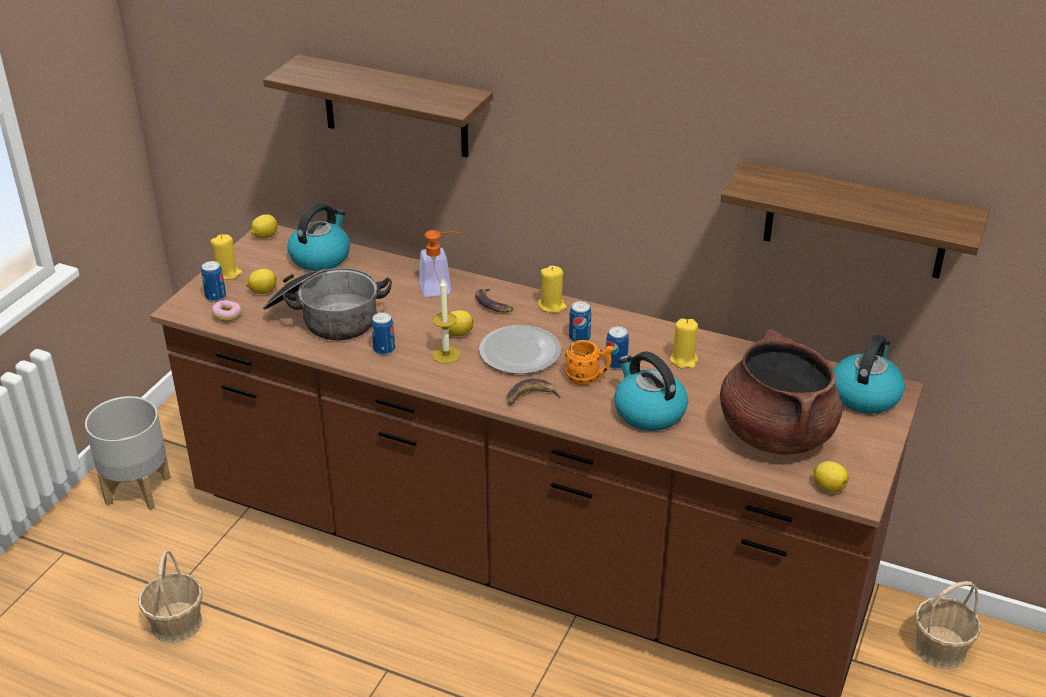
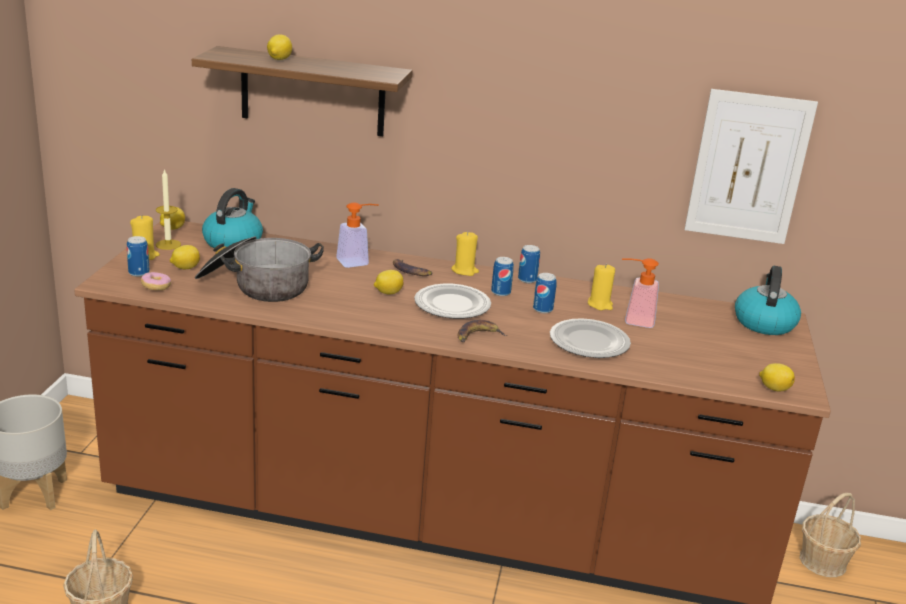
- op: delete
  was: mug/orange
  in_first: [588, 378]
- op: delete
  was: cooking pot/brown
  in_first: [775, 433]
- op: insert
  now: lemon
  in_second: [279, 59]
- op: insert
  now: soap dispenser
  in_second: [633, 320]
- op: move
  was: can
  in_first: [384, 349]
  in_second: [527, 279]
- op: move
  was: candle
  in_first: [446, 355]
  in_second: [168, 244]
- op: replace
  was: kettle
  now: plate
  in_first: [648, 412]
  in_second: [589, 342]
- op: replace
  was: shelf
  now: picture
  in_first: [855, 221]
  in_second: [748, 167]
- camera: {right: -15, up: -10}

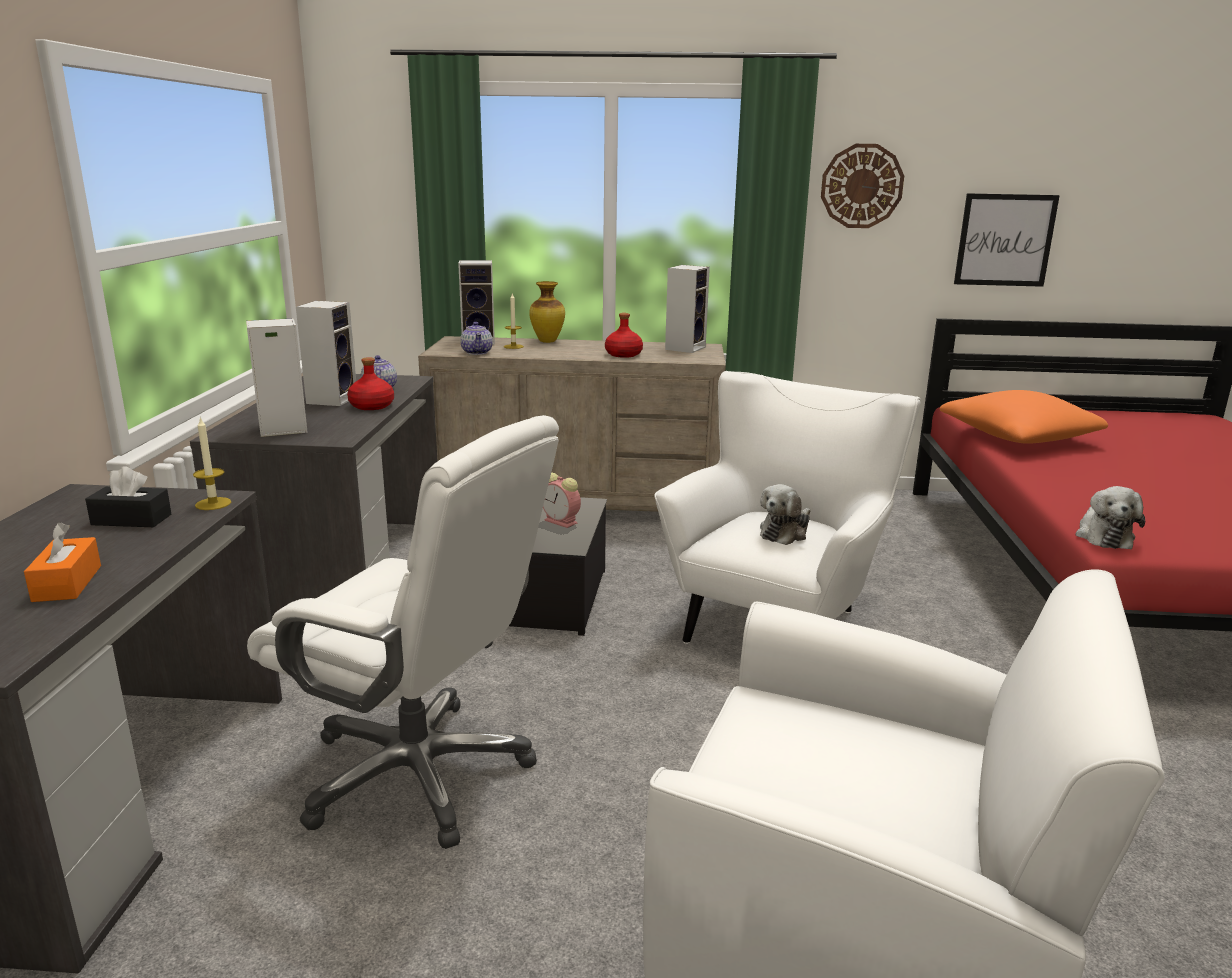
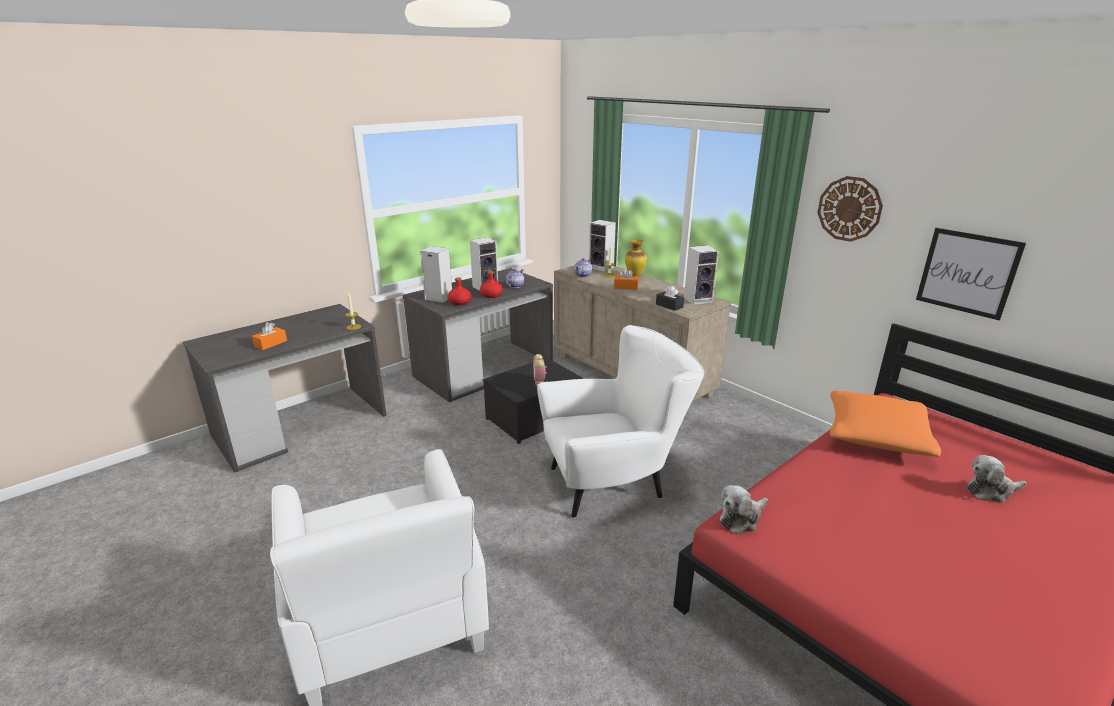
- op: delete
  was: office chair/white
  in_first: [419, 773]
- op: insert
  now: tissue box/orange
  in_second: [625, 287]
- op: move
  was: tissue box/black
  in_first: [131, 519]
  in_second: [669, 306]
- op: move
  was: bottle/red
  in_first: [623, 354]
  in_second: [460, 302]
- op: move
  was: plush toy
  in_first: [785, 532]
  in_second: [991, 491]
- camera: {right: 45, up: 5}

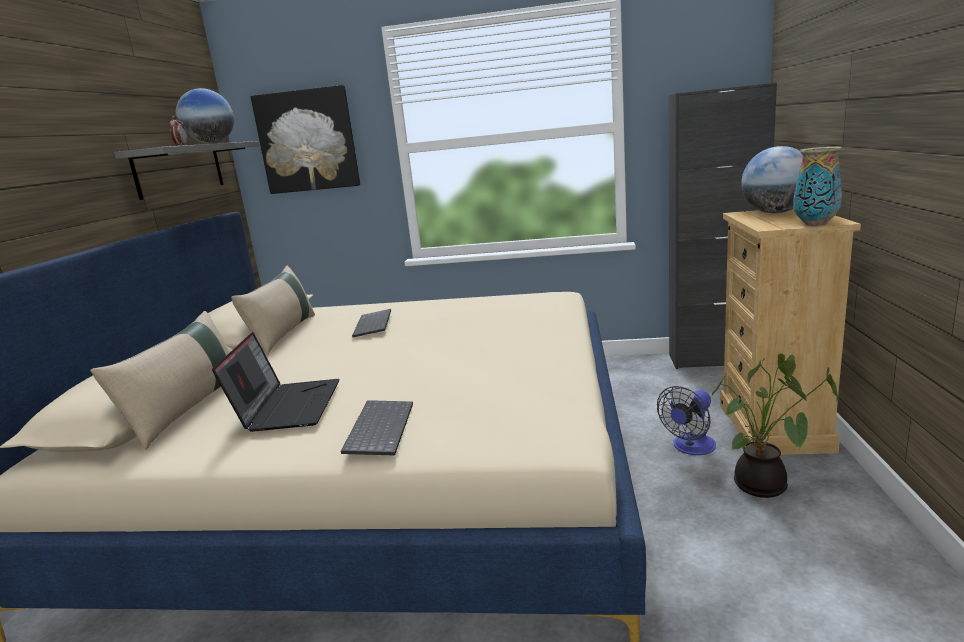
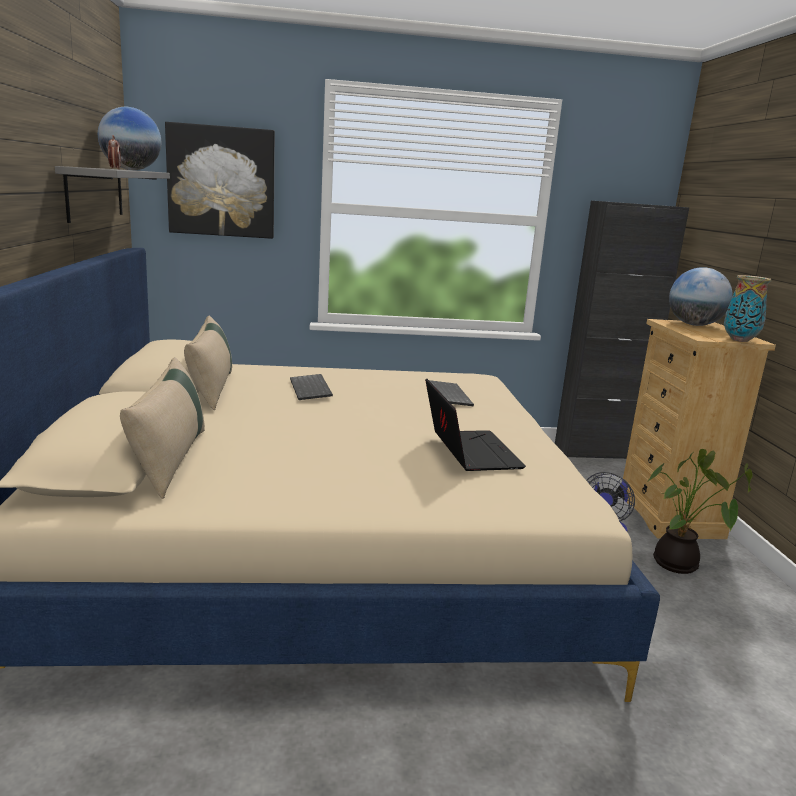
- op: move
  was: laptop
  in_first: [288, 406]
  in_second: [468, 451]
- op: move
  was: keyboard
  in_first: [378, 428]
  in_second: [447, 394]
- camera: {right: -15, up: 0}

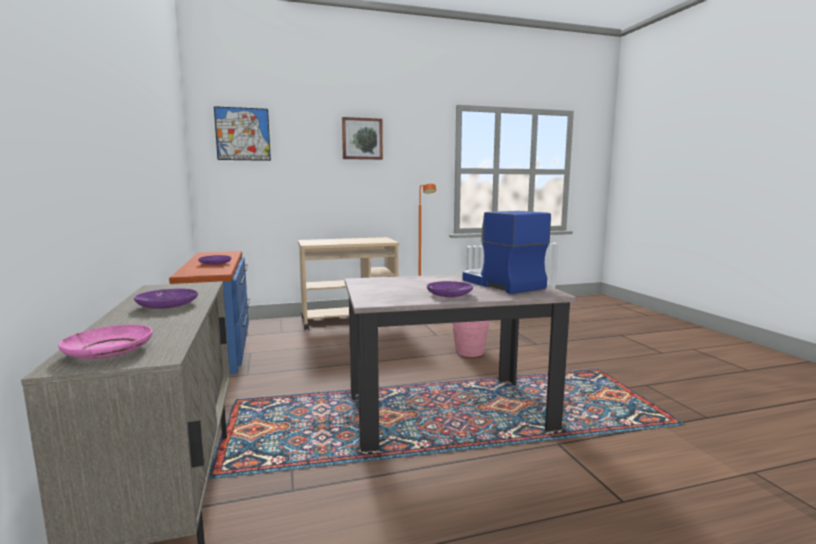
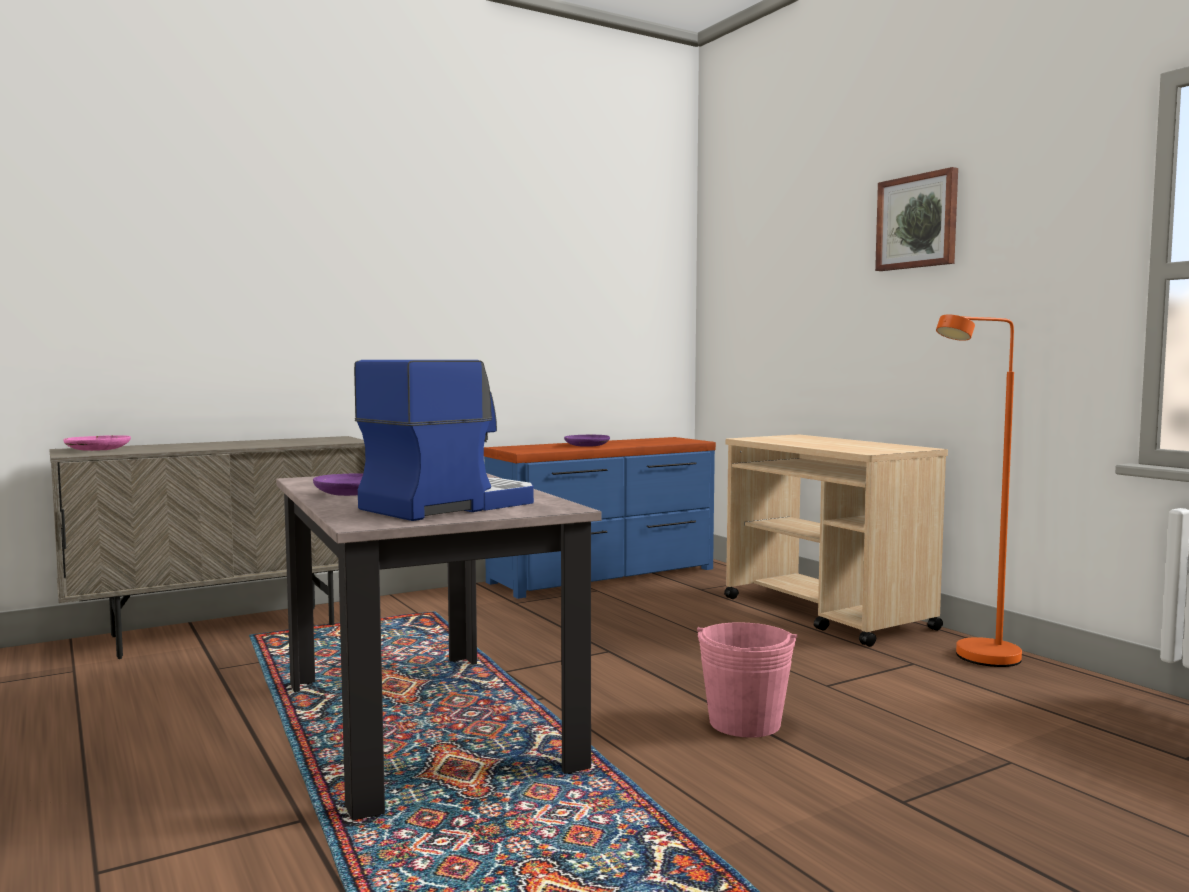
- op: delete
  was: plate/purple
  in_first: [167, 305]
- op: delete
  was: picture
  in_first: [243, 134]
- camera: {right: 75, up: -5}

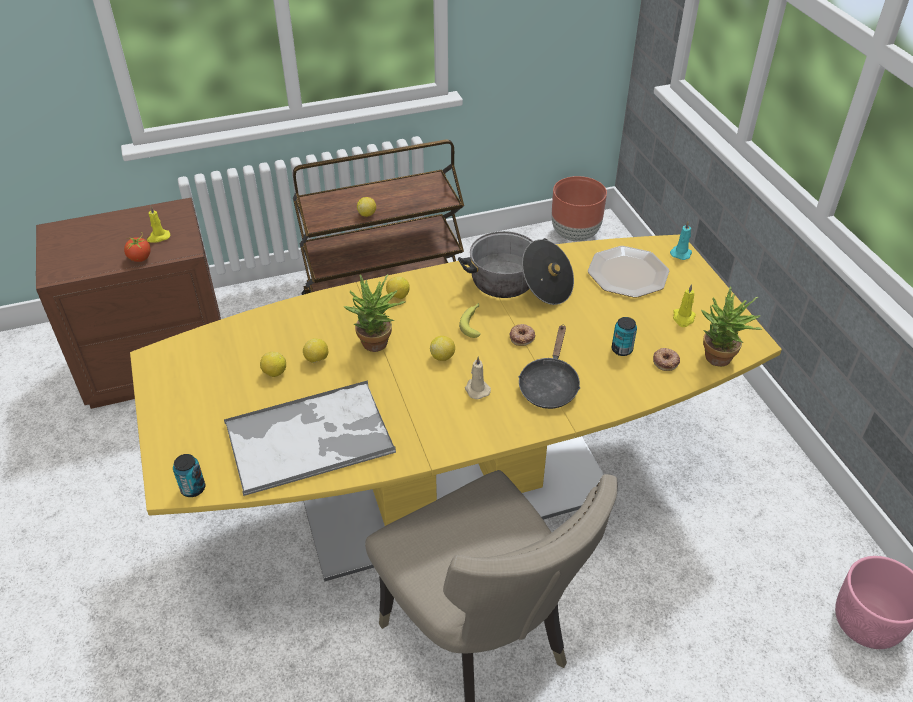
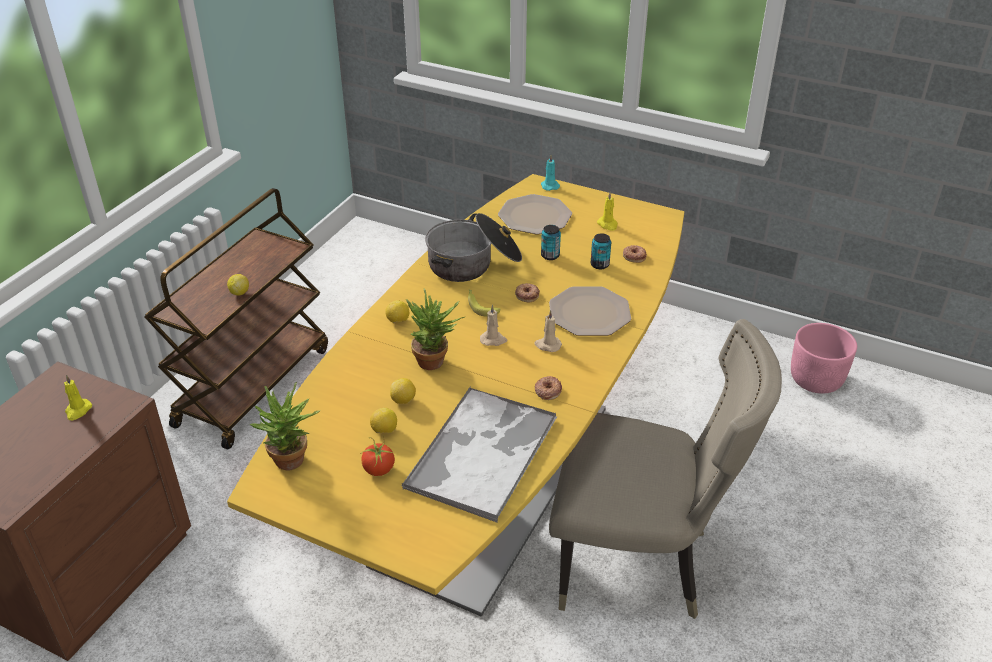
- op: delete
  was: planter/brown
  in_first: [575, 234]
- op: insert
  now: donut
  in_second: [547, 390]
- op: move
  was: tomato
  in_first: [140, 258]
  in_second: [378, 469]
- op: move
  was: can
  in_first: [193, 488]
  in_second: [550, 255]
- op: move
  was: potted plant
  in_first: [718, 361]
  in_second: [292, 464]
- op: replace
  was: lemon
  now: candle/beige
  in_first: [443, 357]
  in_second: [493, 340]
- op: replace
  was: frying pan/black
  now: plate
  in_first: [549, 385]
  in_second: [588, 313]
- camera: {right: -45, up: -5}

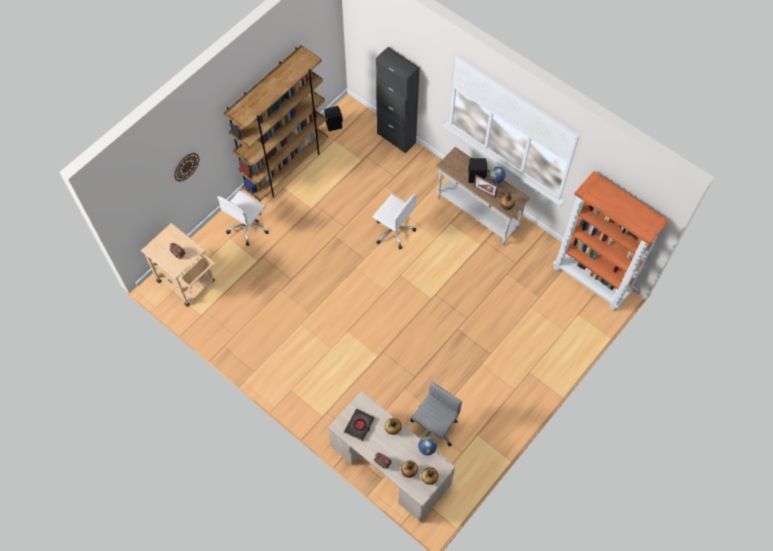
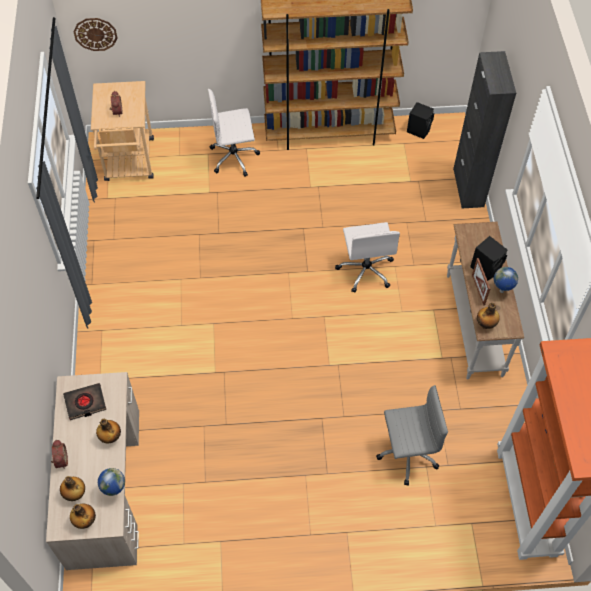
- op: move
  was: wall clock
  in_first: [186, 166]
  in_second: [95, 34]
- op: move
  was: office chair/grey
  in_first: [433, 428]
  in_second: [406, 453]
- camera: {right: 45, up: -5}

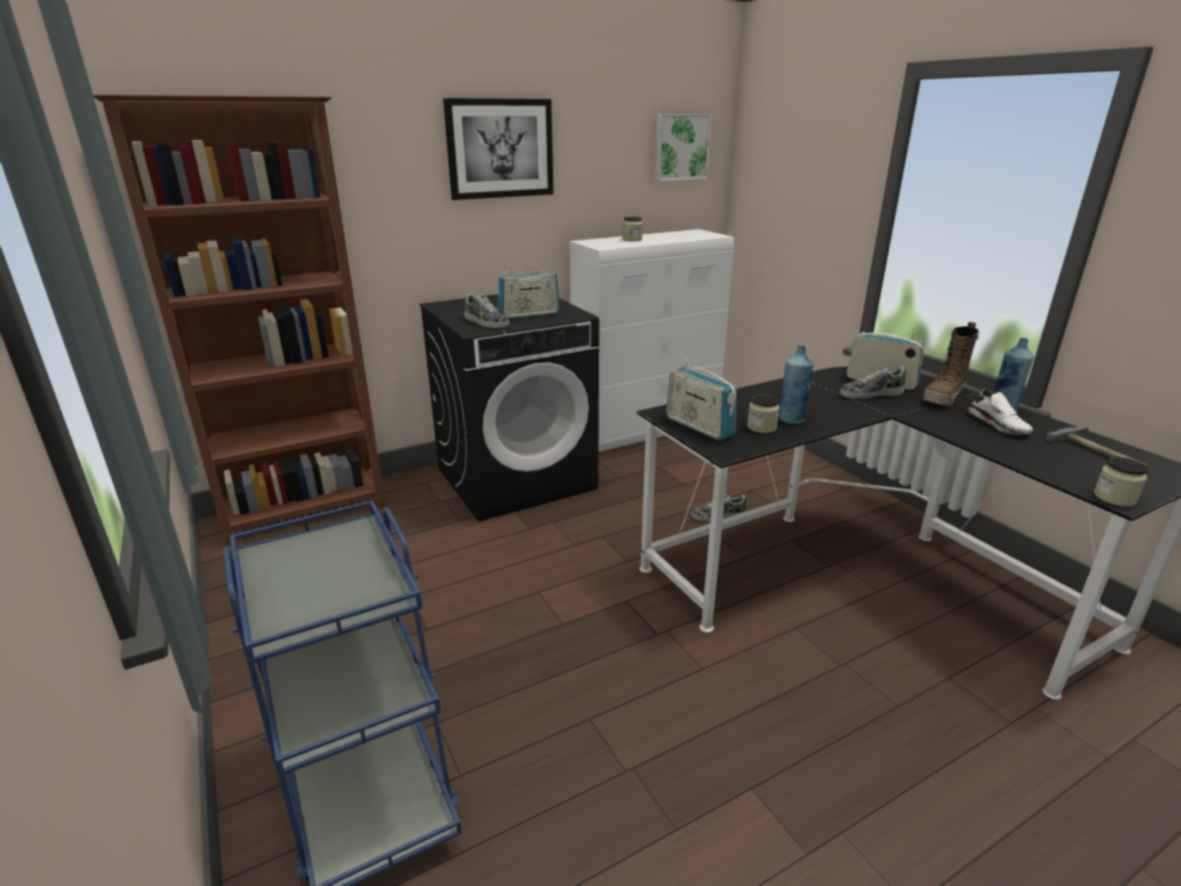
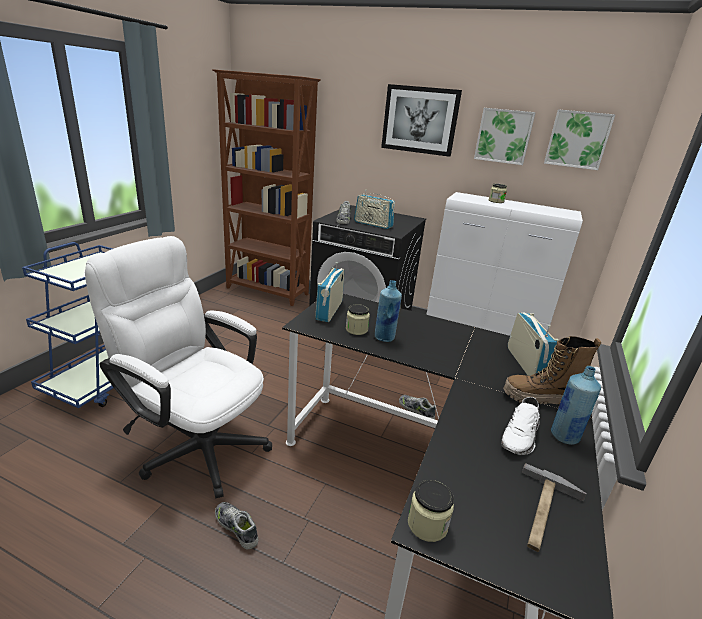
- op: insert
  now: office chair/white
  in_second: [196, 443]
- op: insert
  now: picture
  in_second: [503, 136]
- op: move
  was: shoe
  in_first: [870, 394]
  in_second: [237, 527]
- camera: {right: 50, up: 0}

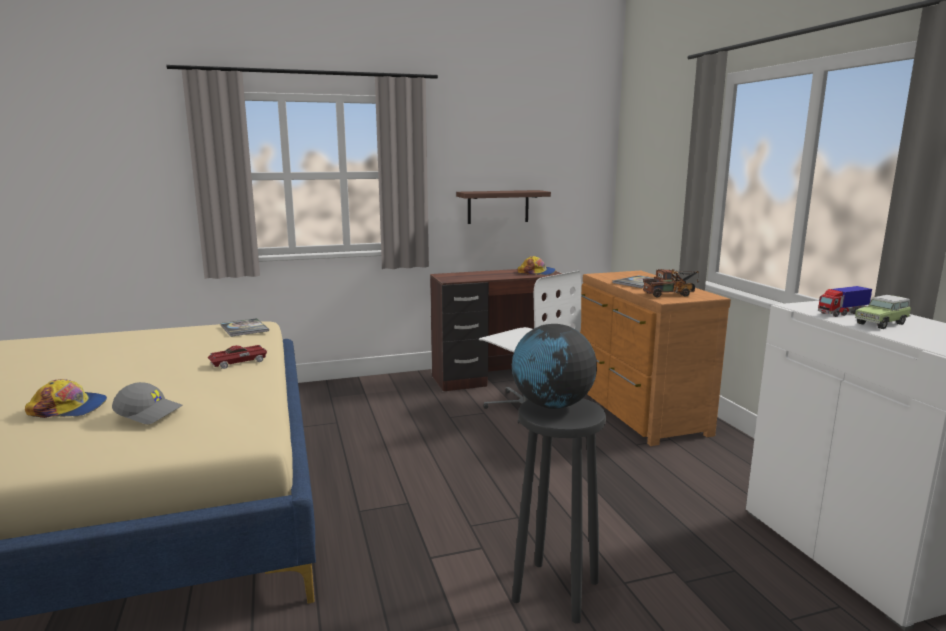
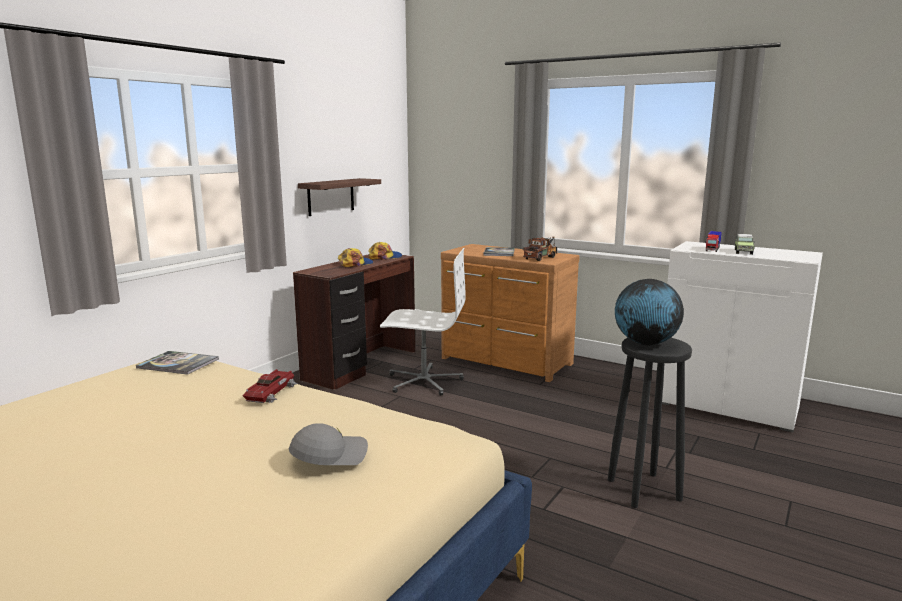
- op: move
  was: cap
  in_first: [69, 408]
  in_second: [355, 264]
- camera: {right: -40, up: 0}

